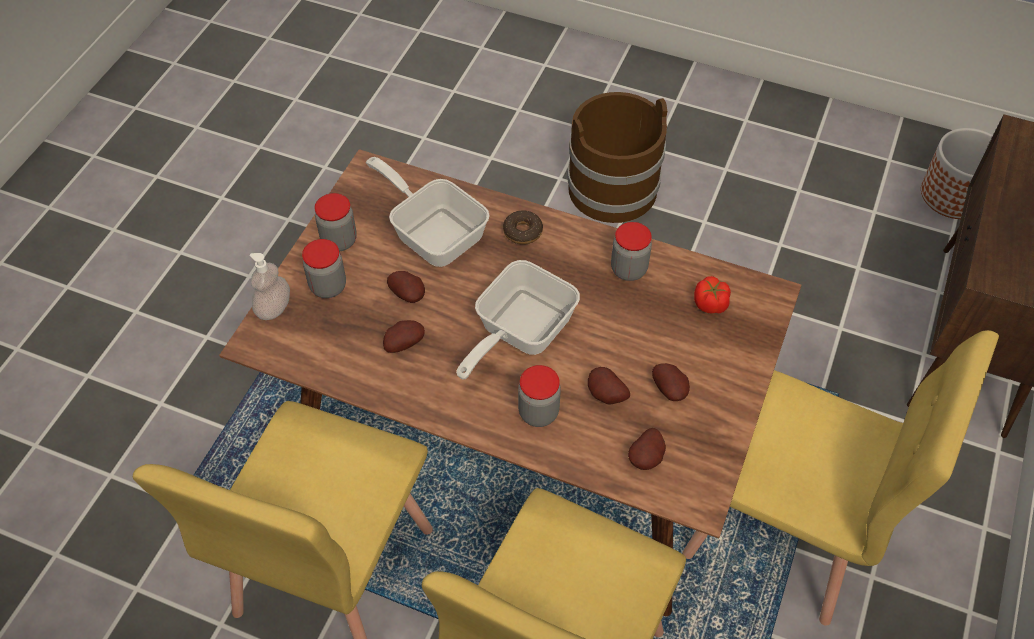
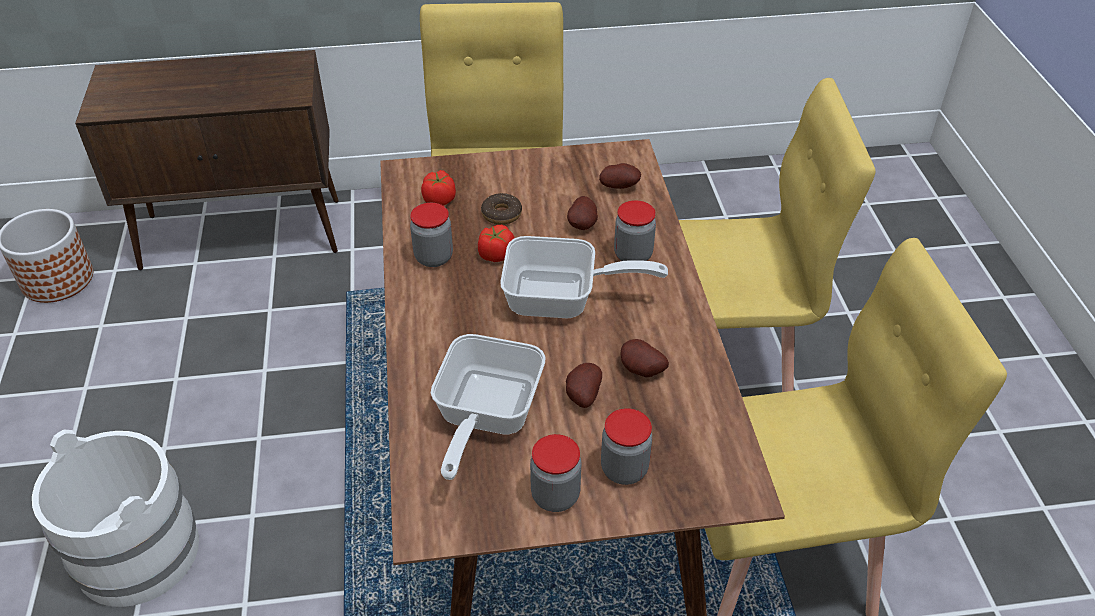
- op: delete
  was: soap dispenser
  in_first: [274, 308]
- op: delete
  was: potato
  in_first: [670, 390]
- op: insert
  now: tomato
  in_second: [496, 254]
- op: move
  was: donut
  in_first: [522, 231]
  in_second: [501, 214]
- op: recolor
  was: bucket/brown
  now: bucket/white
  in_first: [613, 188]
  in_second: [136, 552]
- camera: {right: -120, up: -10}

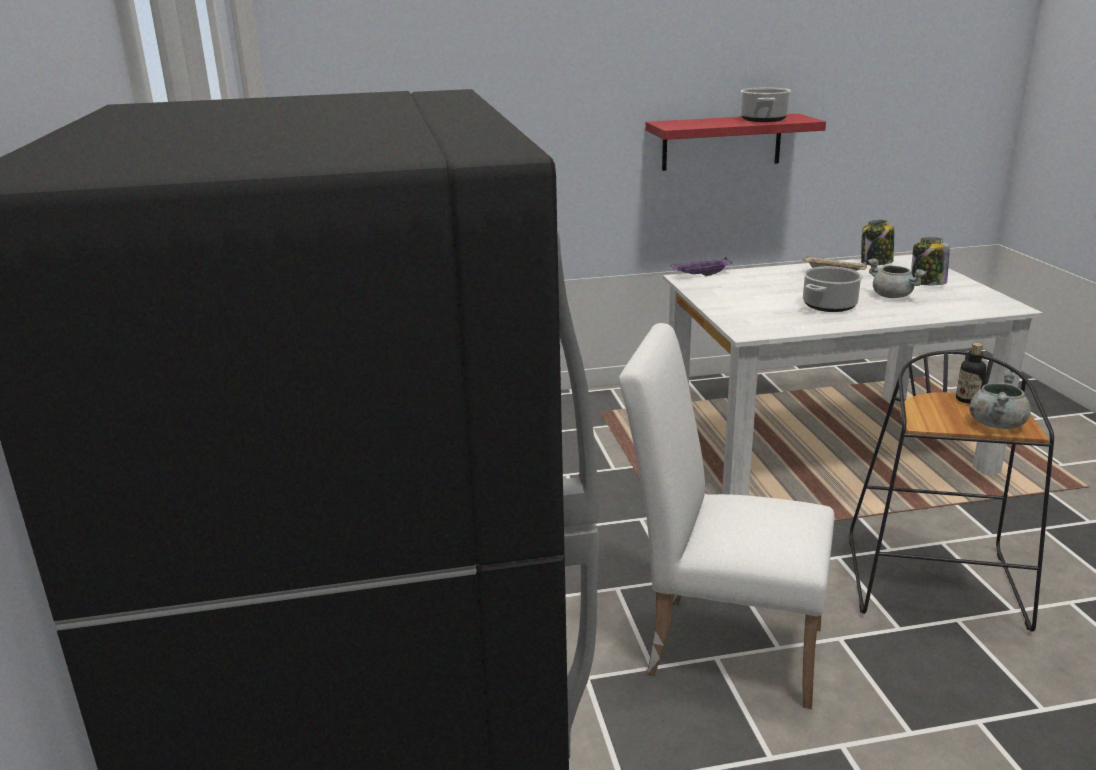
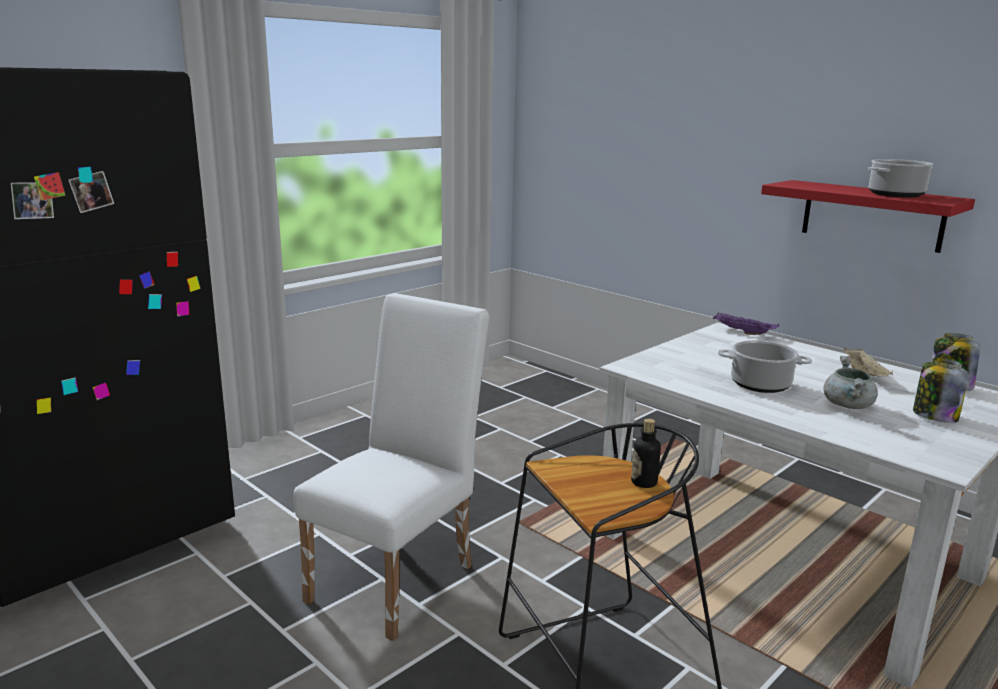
- op: delete
  was: cooking pot/grey
  in_first: [996, 423]
- op: rotate
  was: chair/white
  in_first: [720, 644]
  in_second: [400, 576]
  clockwise: 45
- camera: {right: 55, up: -5}

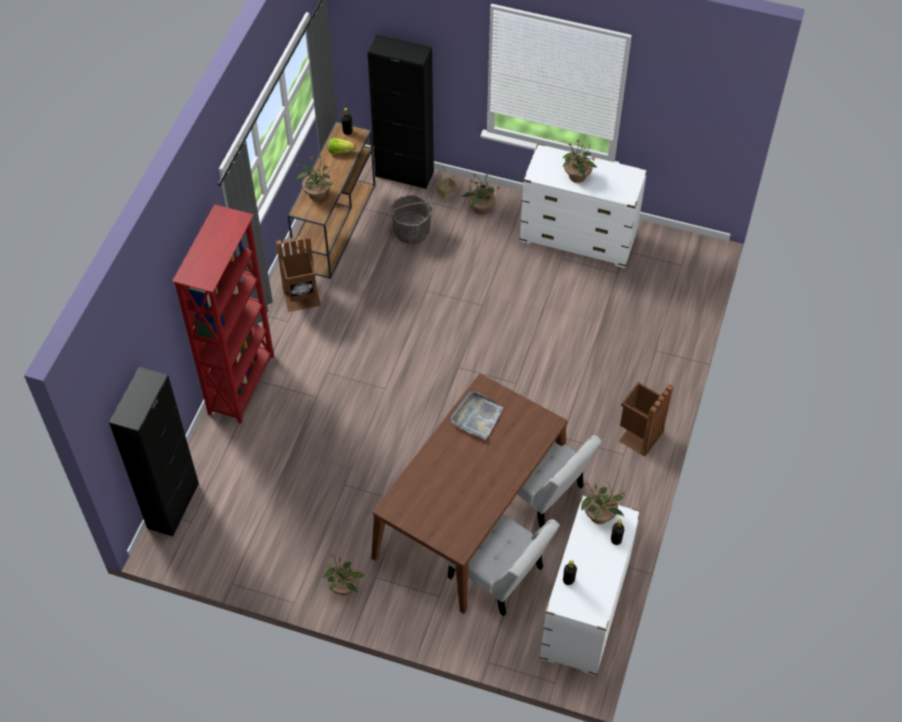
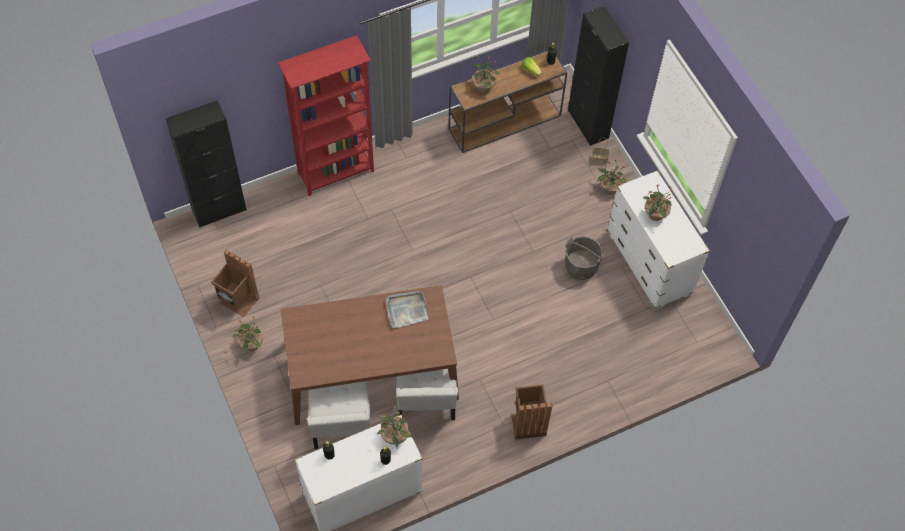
- op: move
  was: trash can/brown
  in_first: [302, 299]
  in_second: [238, 302]
- op: move
  was: bucket/grey
  in_first: [411, 231]
  in_second: [581, 267]
- camera: {right: 45, up: 5}

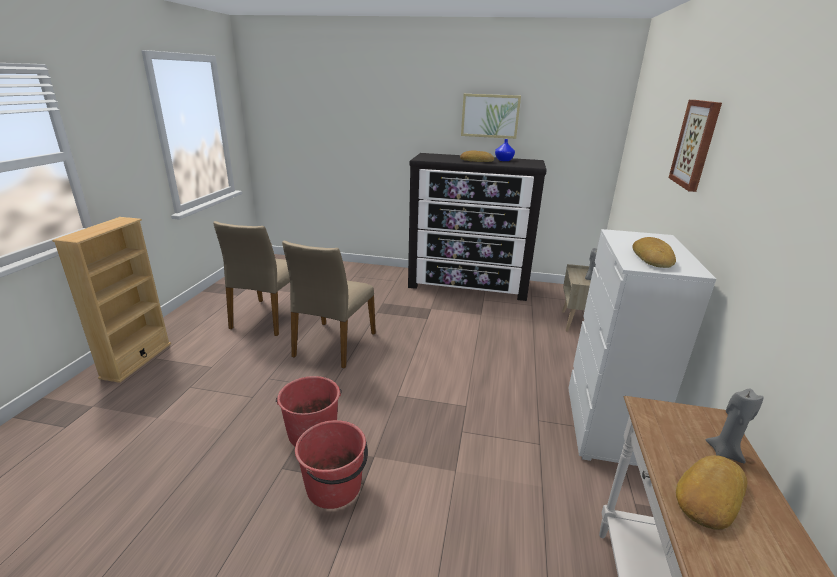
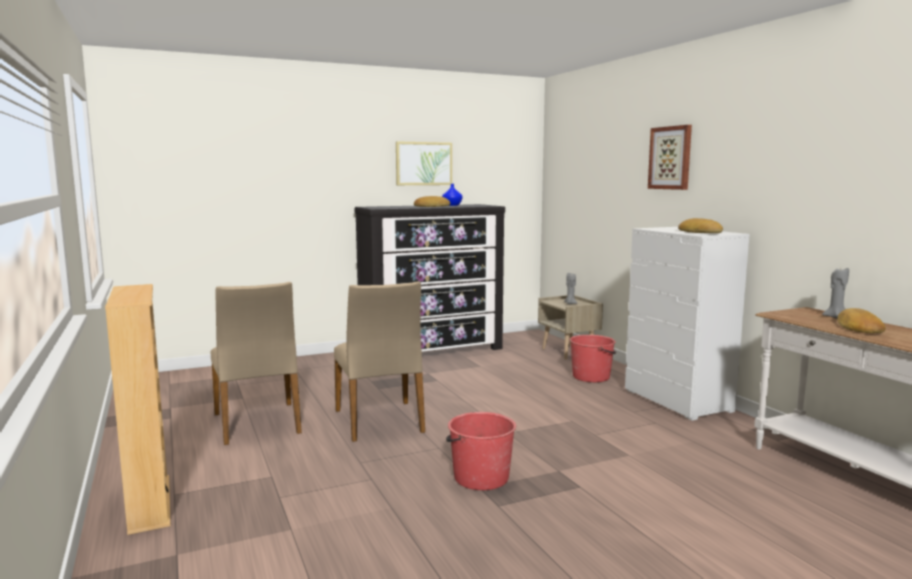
- op: move
  was: bucket/red
  in_first: [335, 487]
  in_second: [591, 377]
- camera: {right: -35, up: -15}

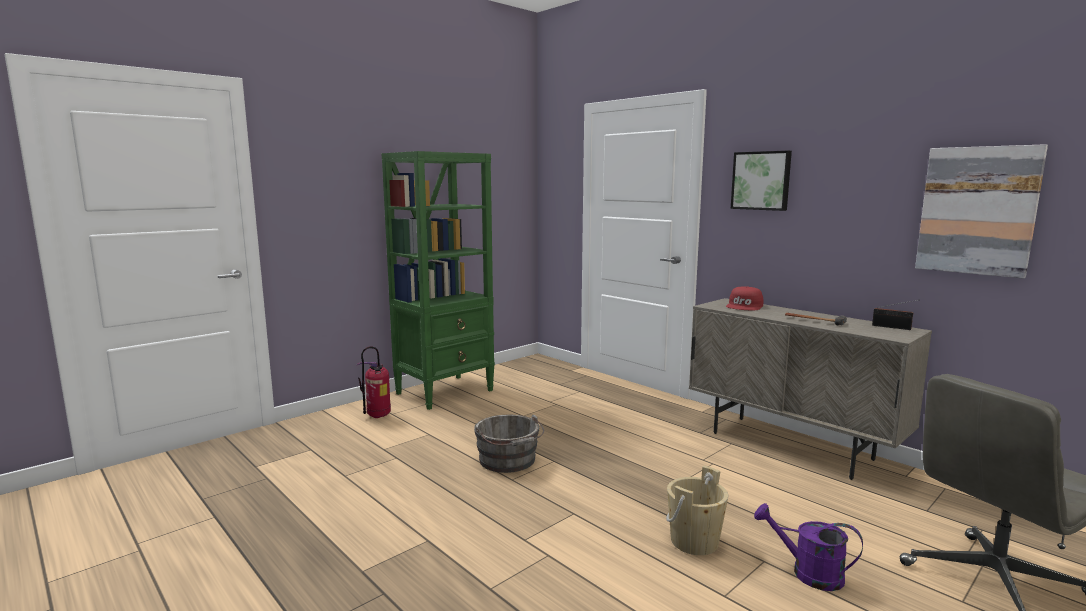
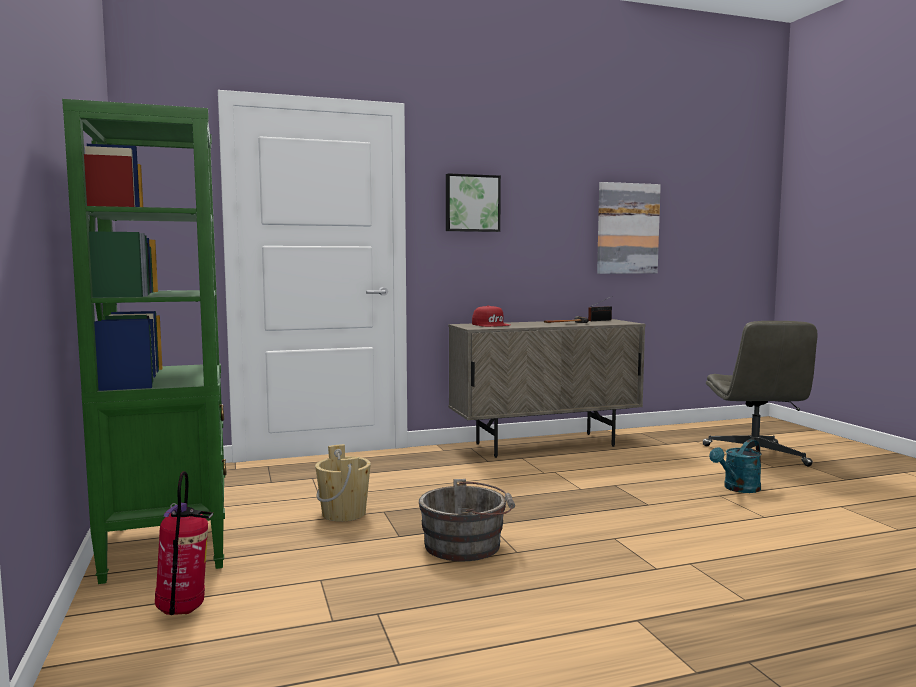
- op: move
  was: bucket/beige
  in_first: [694, 541]
  in_second: [344, 513]
- op: recolor
  was: watering can/purple
  now: watering can/turquoise
  in_first: [808, 573]
  in_second: [738, 489]
- camera: {right: -65, up: -5}

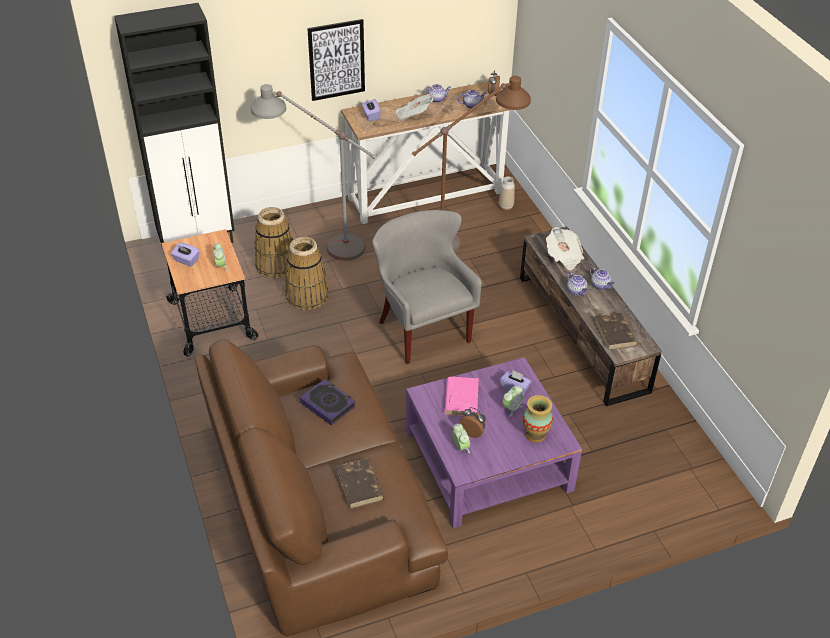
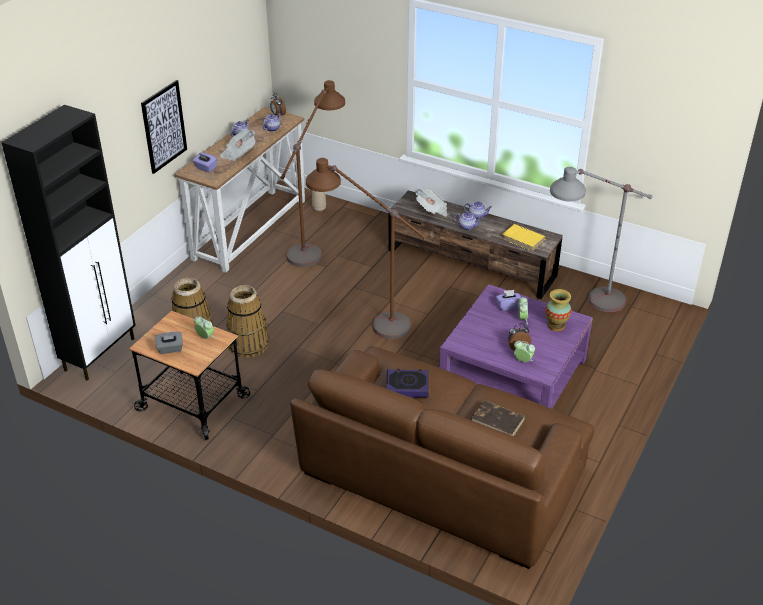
- op: delete
  was: book/pink
  in_first: [461, 398]
- op: move
  was: floor lamp/grey
  in_first: [319, 243]
  in_second: [584, 308]
- op: replace
  was: armchair/grey
  now: floor lamp/brown
  in_first: [423, 330]
  in_second: [366, 319]
- op: recolor
  was: tissue box/purple
  now: tissue box/grey
  in_first: [186, 260]
  in_second: [170, 349]
- op: recolor
  was: book/brown
  now: book/yellow
  in_first: [615, 333]
  in_second: [523, 239]
- camera: {right: -40, up: -5}

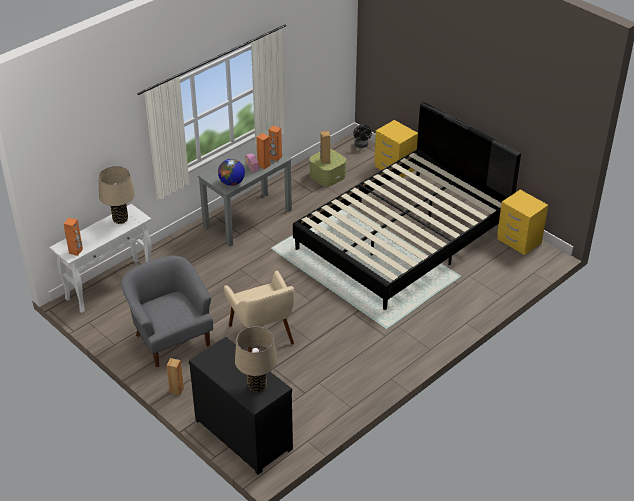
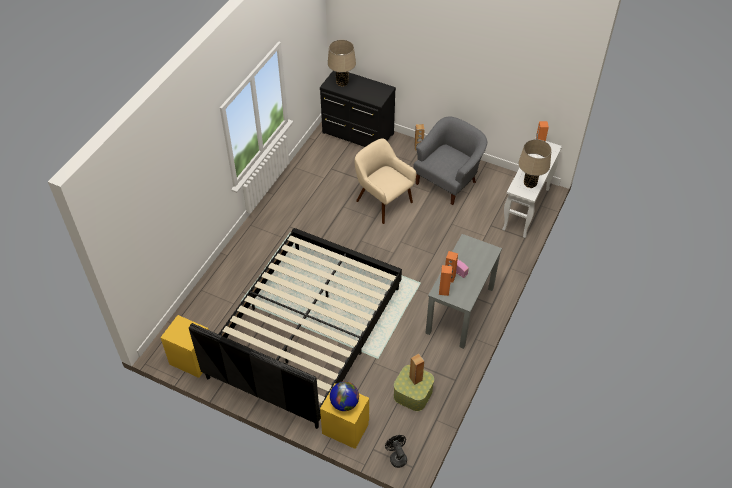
- op: move
  was: globe
  in_first: [232, 183]
  in_second: [344, 403]
- op: rotate
  was: armchair/grey
  in_first: [171, 338]
  in_second: [448, 181]
  clockwise: -90
- camera: {right: 160, up: 10}

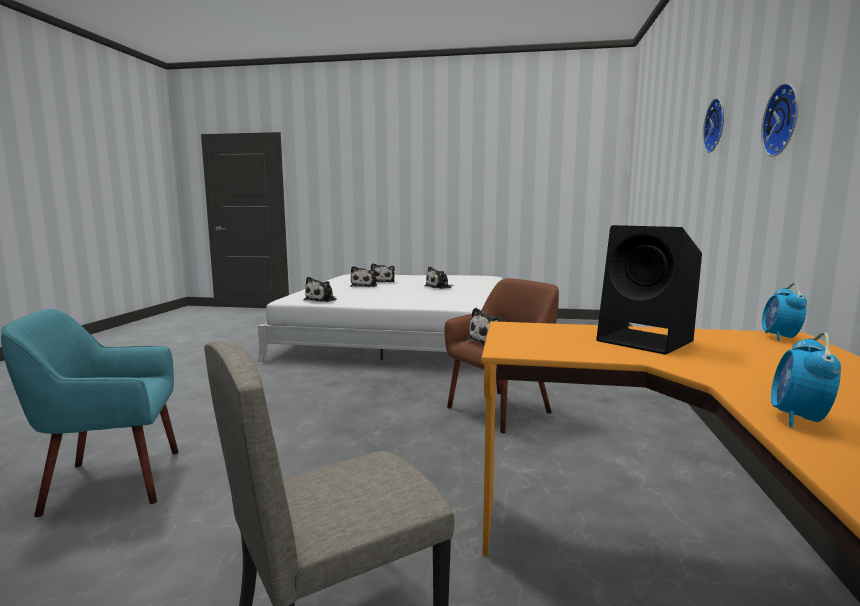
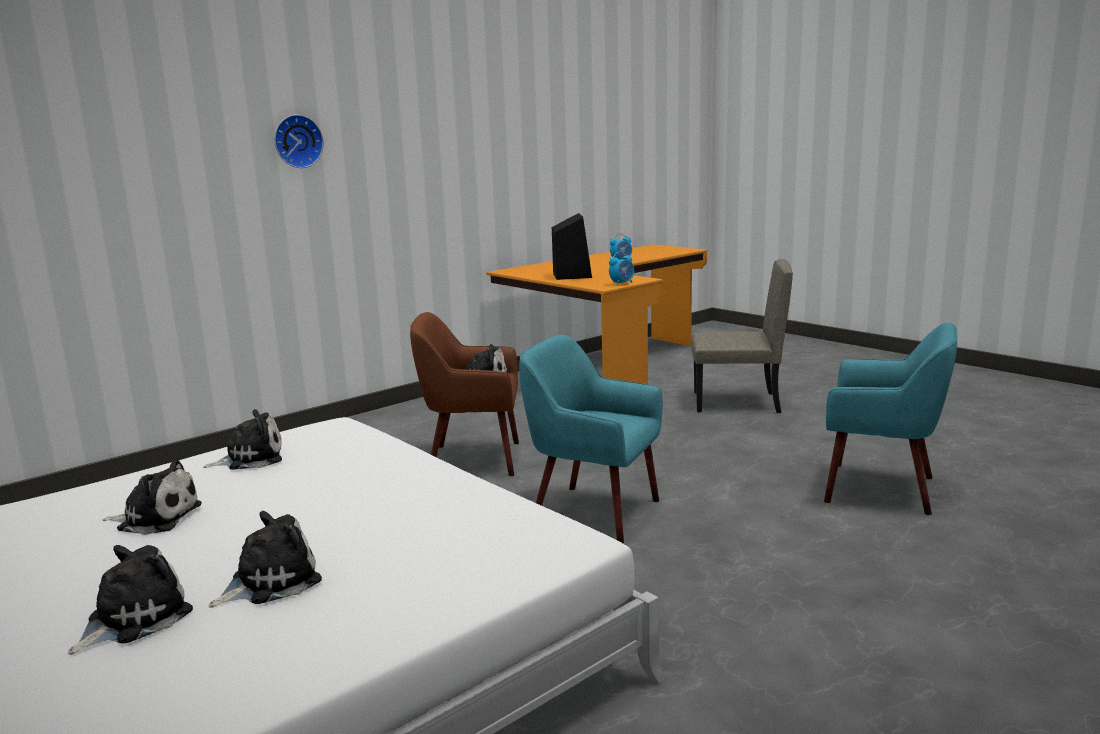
- op: delete
  was: wall clock
  in_first: [785, 120]
- op: insert
  now: armchair/turquoise
  in_second: [593, 512]
- op: move
  was: plush toy
  in_first: [322, 300]
  in_second: [251, 458]
- op: move
  was: alarm clock
  in_first: [780, 337]
  in_second: [622, 284]
- camera: {right: -140, up: 5}

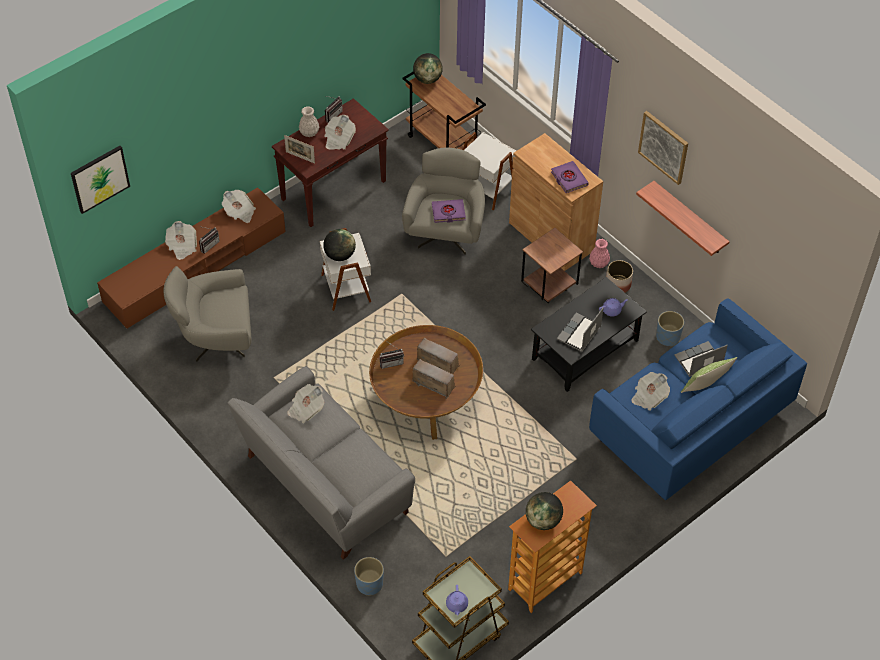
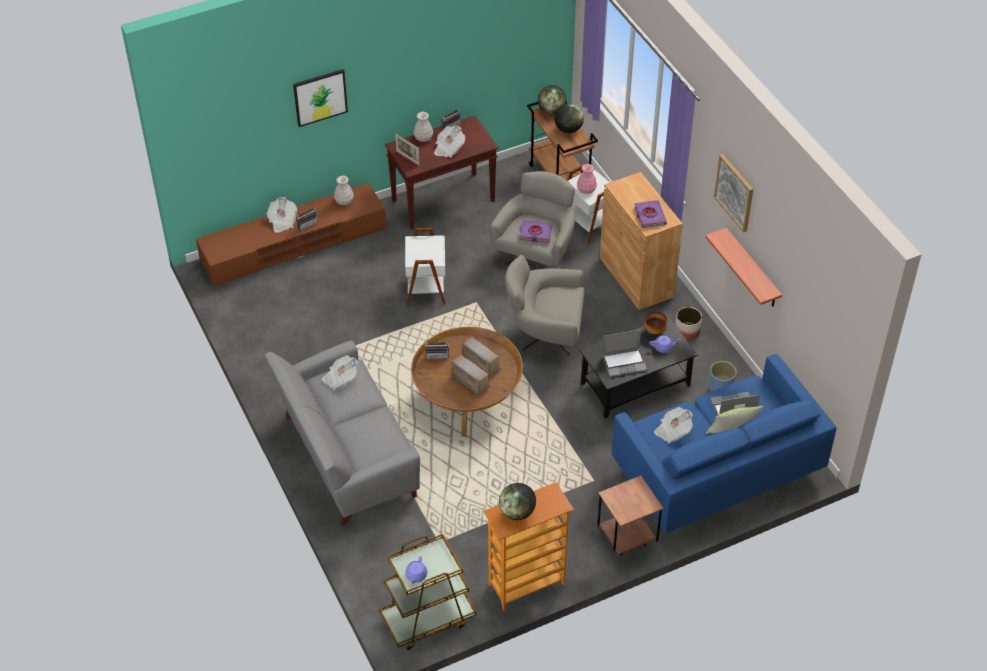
- op: delete
  was: planter/blue
  in_first: [369, 584]
- op: insert
  now: bowl
  in_second: [655, 330]
- op: move
  was: picture
  in_first: [99, 178]
  in_second: [320, 97]
- op: move
  was: armchair/grey
  in_first: [216, 339]
  in_second: [545, 334]
- op: move
  was: globe
  in_first: [340, 255]
  in_second: [568, 129]
- op: move
  was: side table/brown
  in_first: [549, 289]
  in_second: [627, 540]
- op: move
  was: vase/pink
  in_first: [599, 263]
  in_second: [586, 190]
- op: replace
  was: newspaper
  now: vase/white
  in_first: [239, 212]
  in_second: [344, 201]
- op: rotate
  was: laptop
  in_first: [579, 334]
  in_second: [624, 363]
  clockwise: -150
- camera: {right: 15, up: -5}

